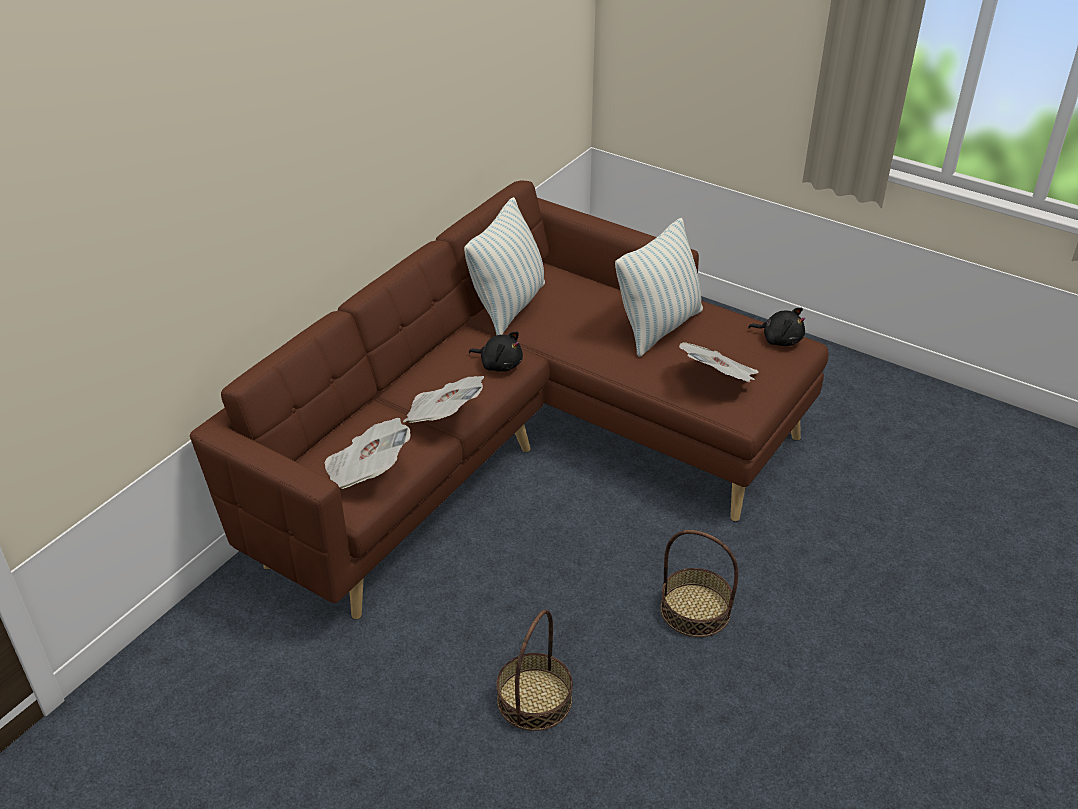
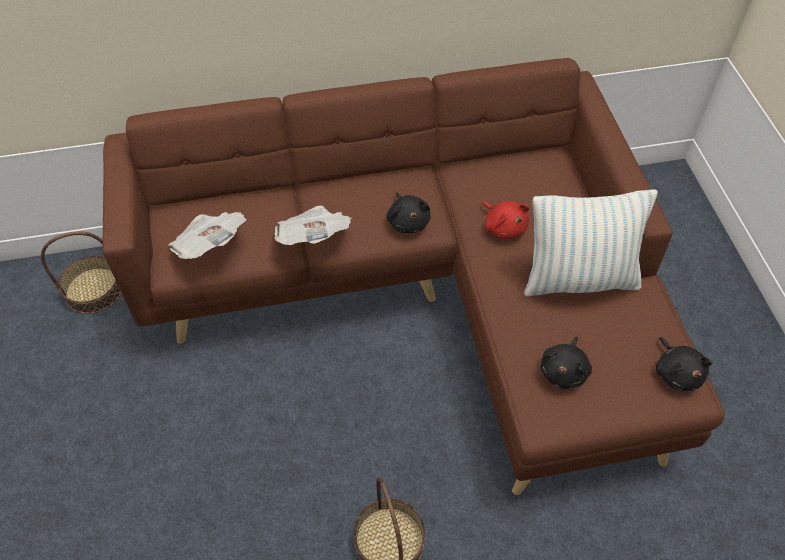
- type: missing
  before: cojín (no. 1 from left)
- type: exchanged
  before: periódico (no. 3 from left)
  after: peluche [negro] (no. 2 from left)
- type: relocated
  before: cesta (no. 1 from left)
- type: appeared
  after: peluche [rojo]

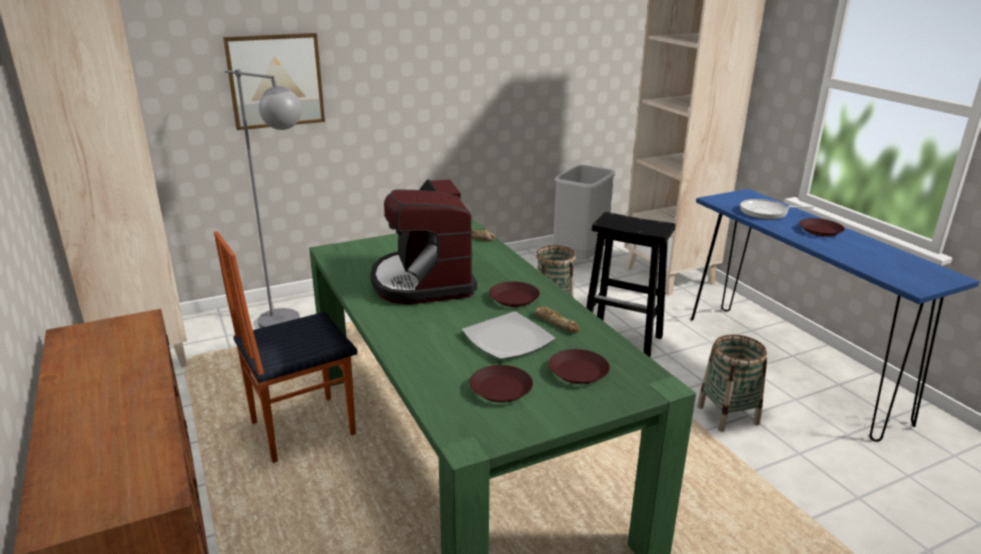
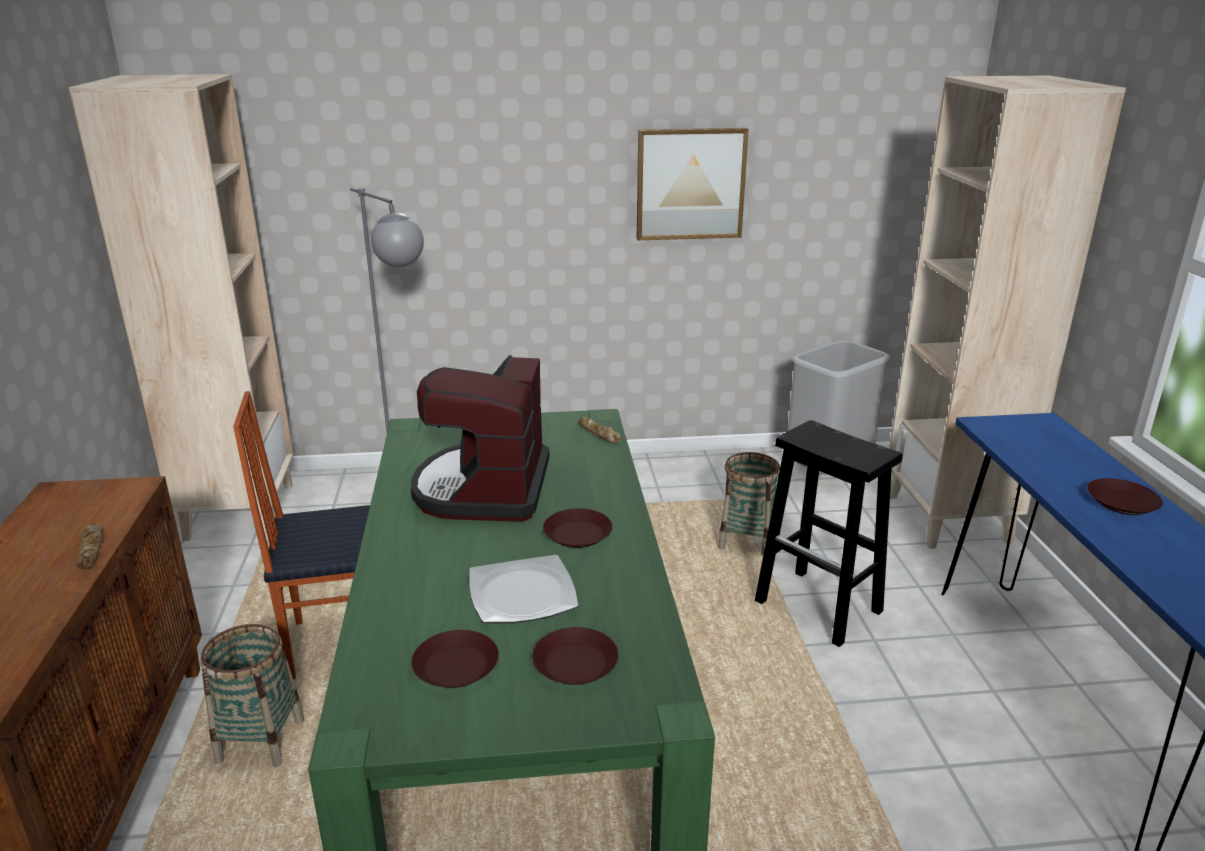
- type: relocated
  before: cuadro
- type: missing
  before: sartén
- type: relocated
  before: pan (no. 2 from left in the first image)
  after: pan (no. 1 from left)
- type: relocated
  before: cesta (no. 2 from left in the first image)
  after: cesta (no. 1 from left)

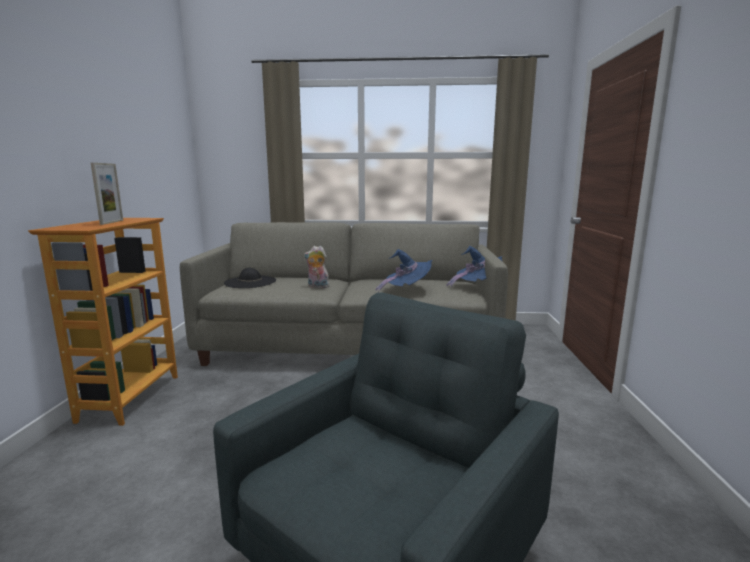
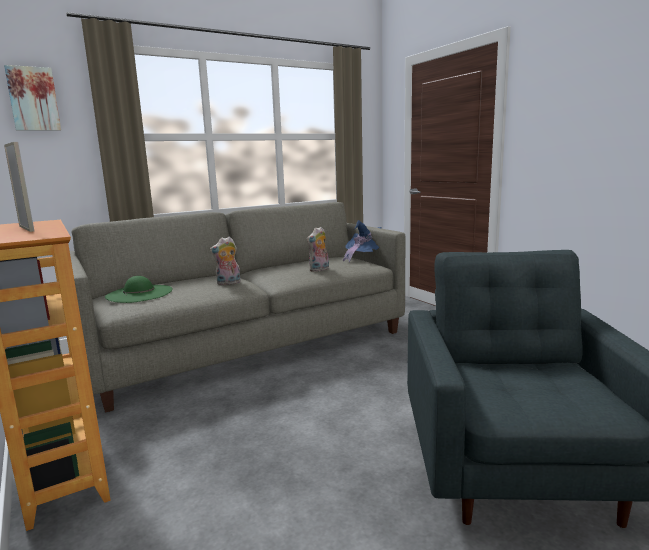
- type: exchanged
  before: sombrero [azul] (no. 1 from left)
  after: peluche (no. 2 from left)
- type: colour
  before: sombrero [negro]
  after: sombrero [verde]
- type: appeared
  after: cuadro

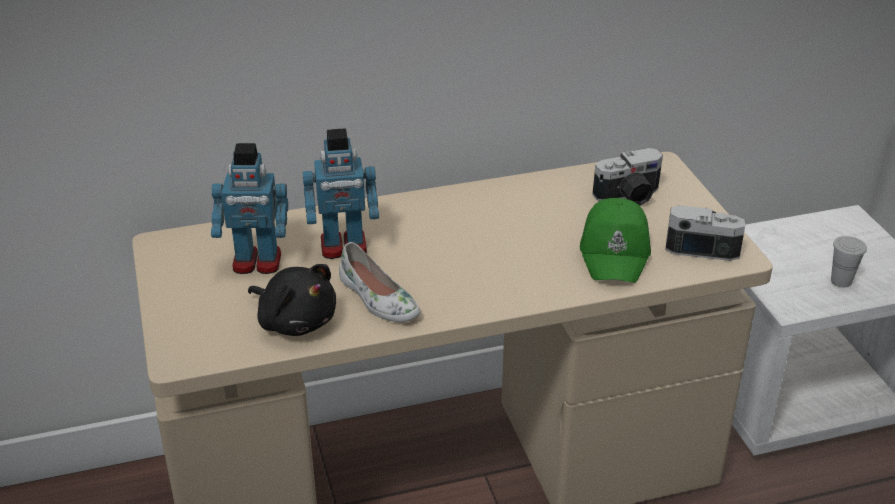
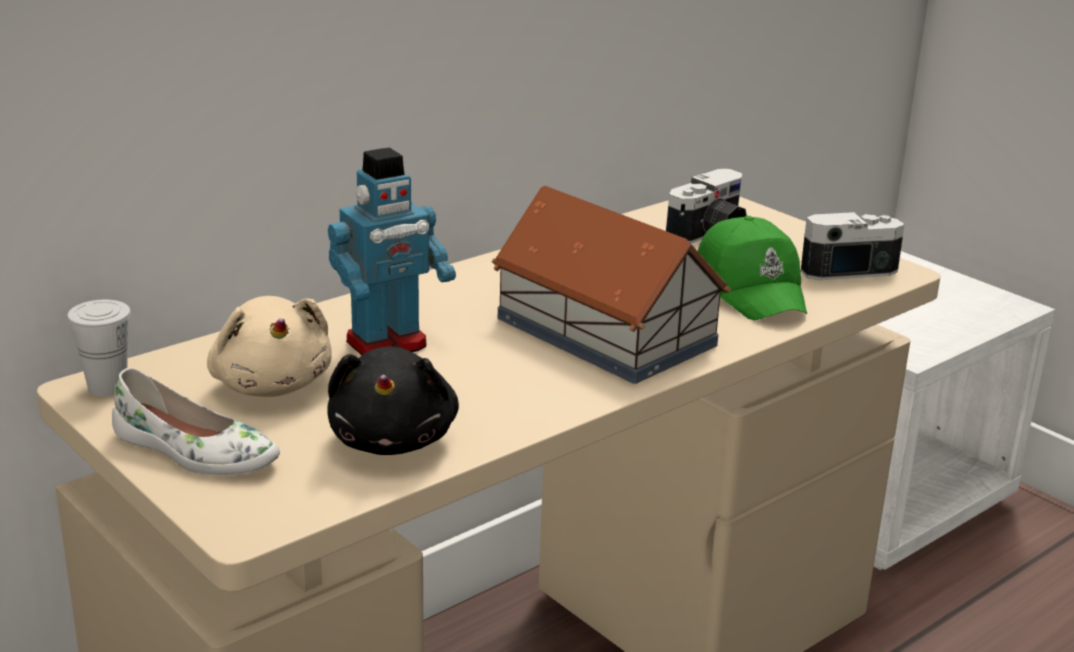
- type: exchanged
  before: robot de juguete (no. 1 from left)
  after: peluche [beis]
- type: relocated
  before: taza [blanco]
- type: relocated
  before: zapato [blanco]
- type: spun
  before: peluche [negro]
  turn: 75
- type: appeared
  after: casita

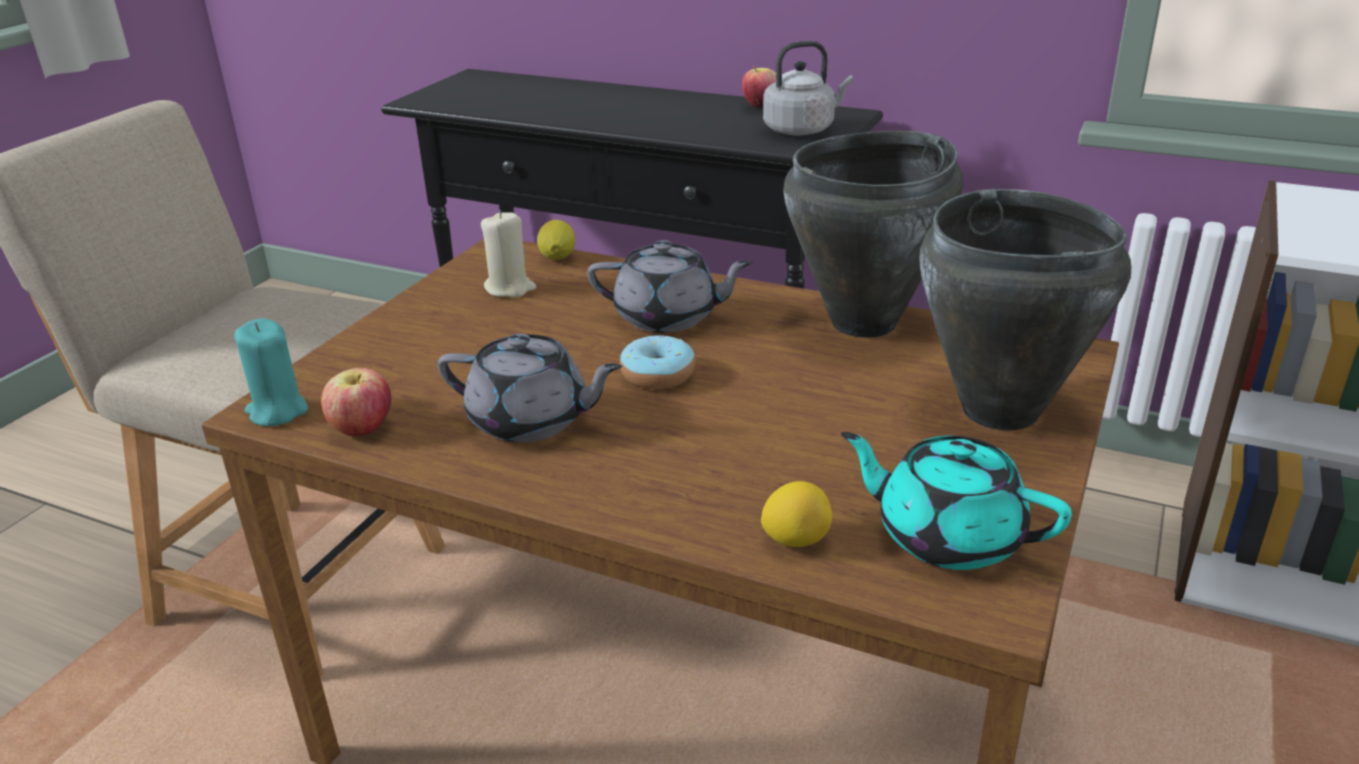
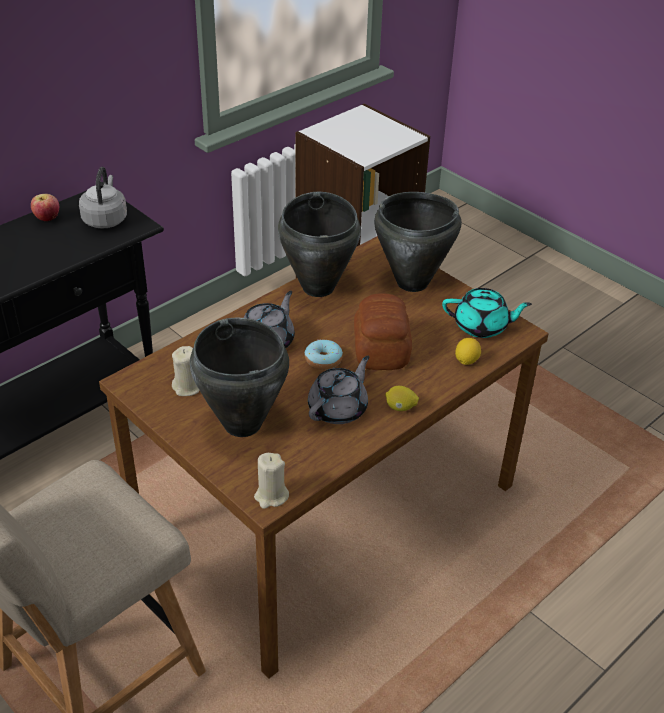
- type: relocated
  before: limón (no. 1 from left)
- type: colour
  before: vela [turquesa]
  after: vela [beis] (no. 2 from left)
- type: missing
  before: manzana (no. 1 from left)
- type: spun
  before: tetera [turquesa]
  turn: -135
- type: appeared
  after: pan
- type: appeared
  after: olla [negro] (no. 1 from left)

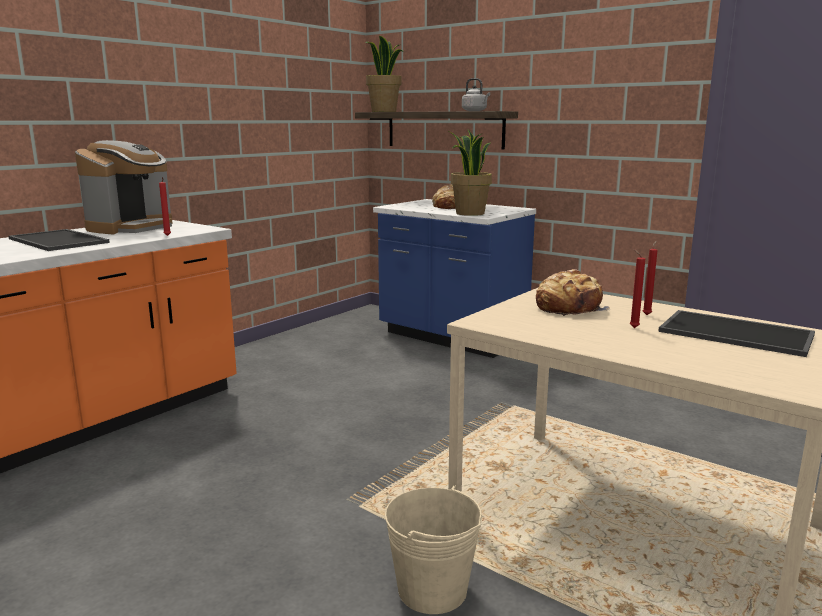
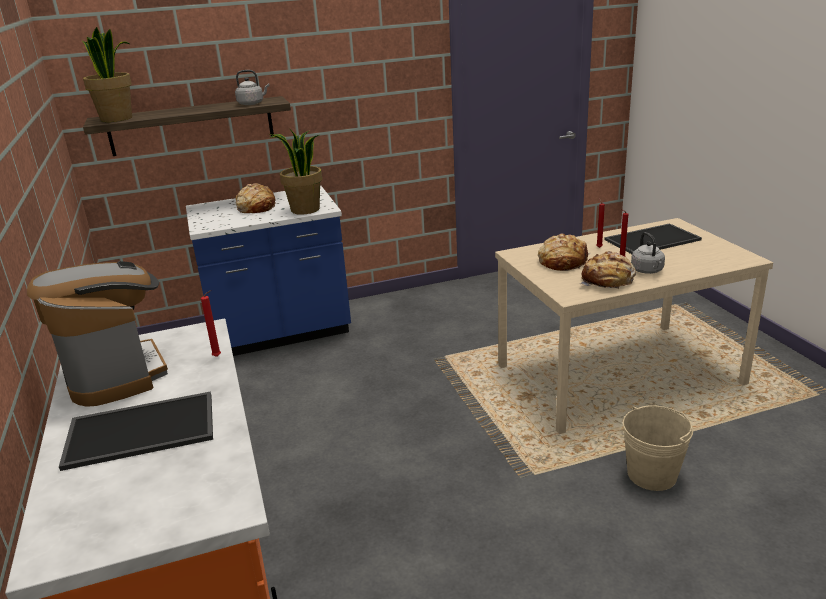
- type: appeared
  after: hervidor [gris] (no. 2 from left)
- type: appeared
  after: pan (no. 3 from left)

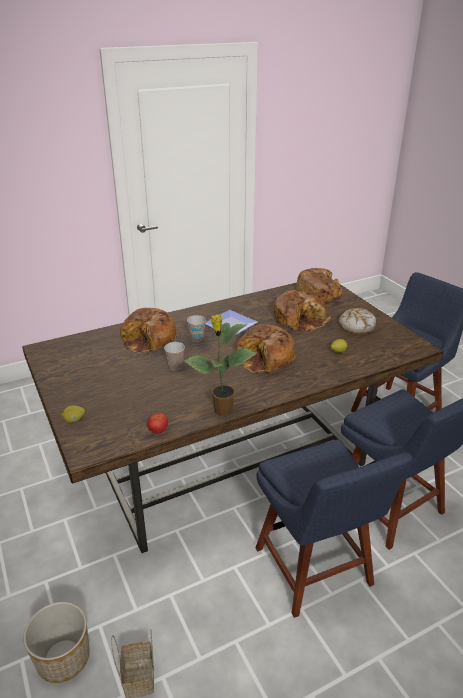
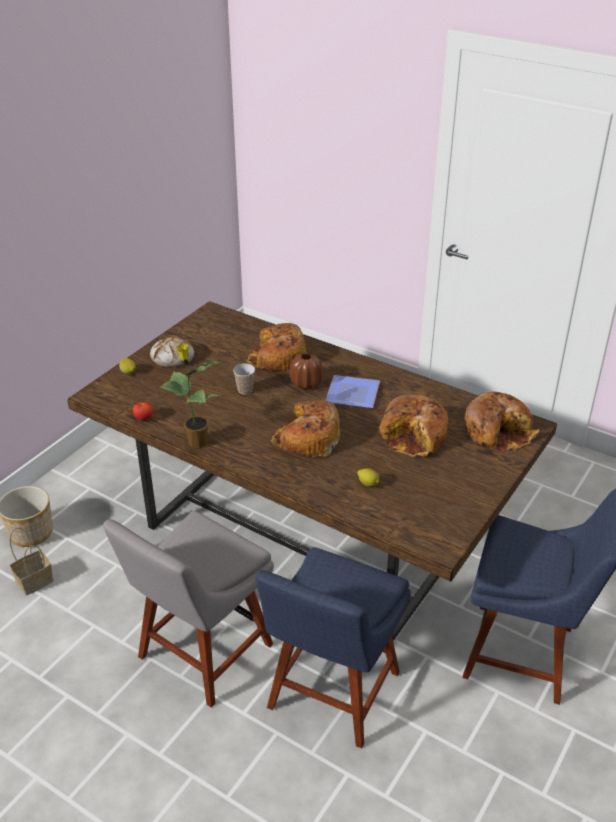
- type: relocated
  before: pan (no. 5 from left in the first image)
  after: pan (no. 1 from left)
- type: exchanged
  before: taza (no. 2 from left)
  after: florero [marrón]
- type: colour
  before: silla [azul] (no. 1 from left)
  after: silla [gris]

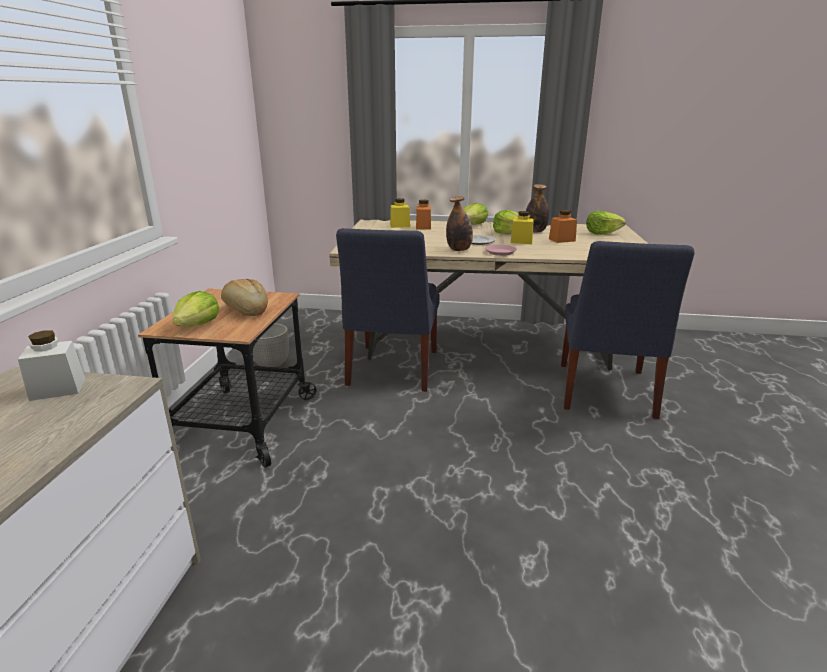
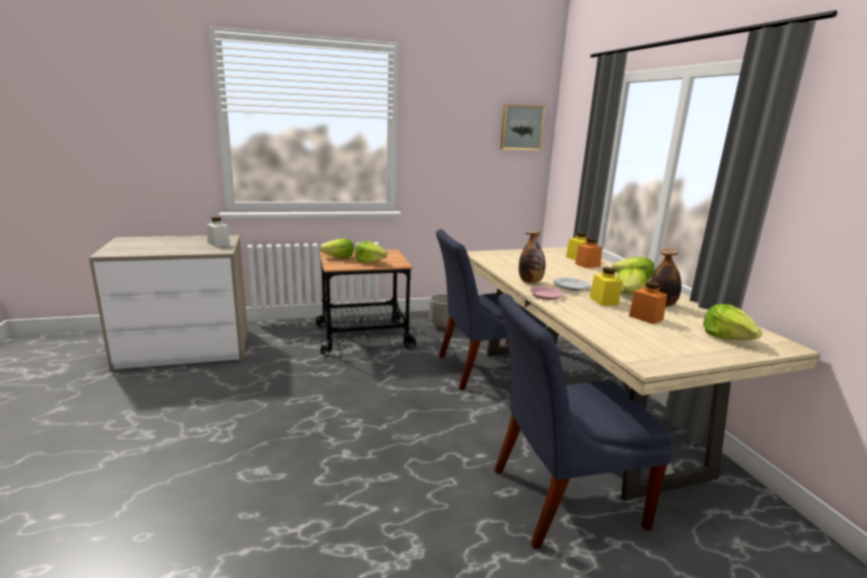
- type: exchanged
  before: pan
  after: lechuga (no. 2 from left)
- type: appeared
  after: cuadro

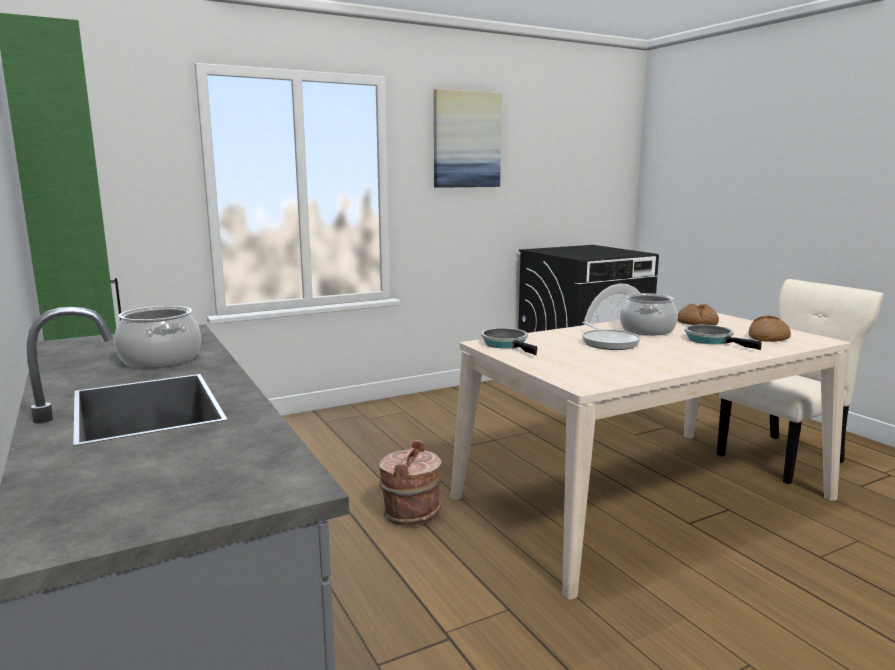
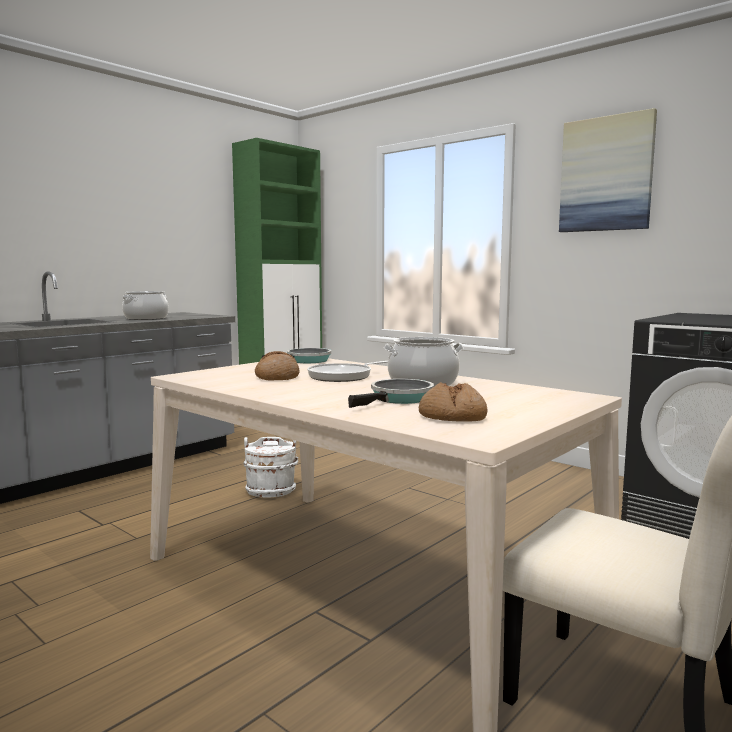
- type: relocated
  before: pan (no. 1 from left)
- type: colour
  before: cubo [marrón]
  after: cubo [blanco]

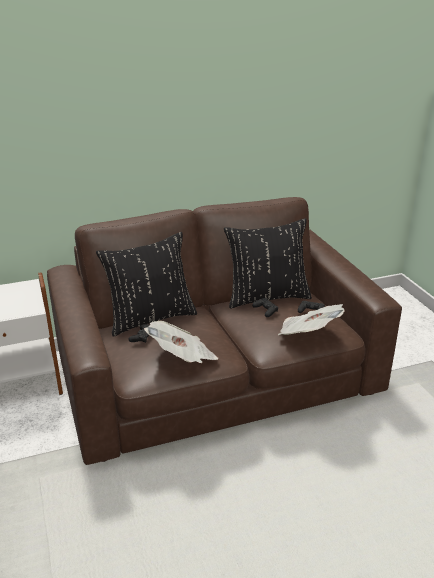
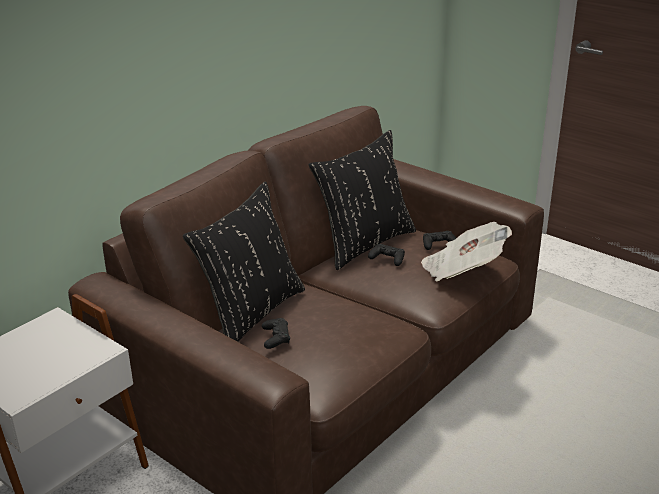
- type: missing
  before: periódico (no. 1 from left)

